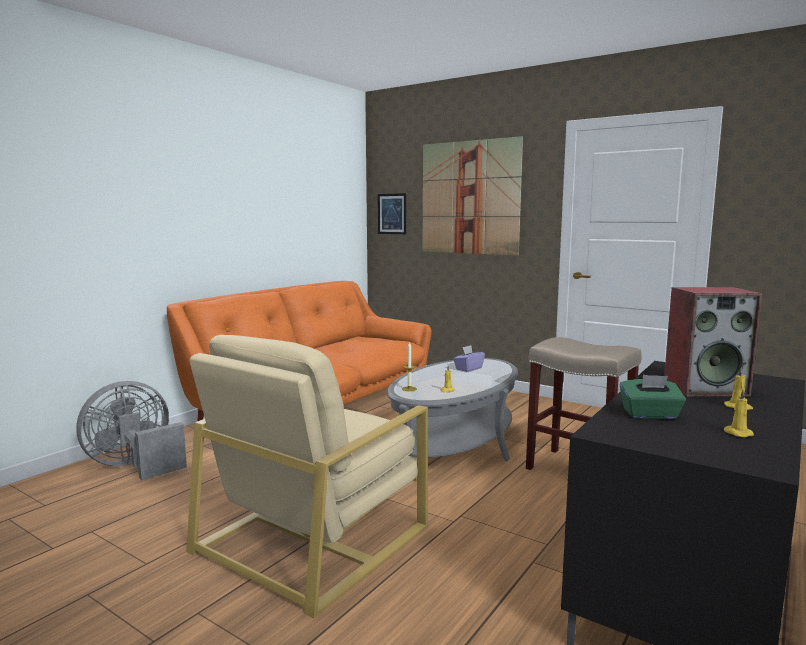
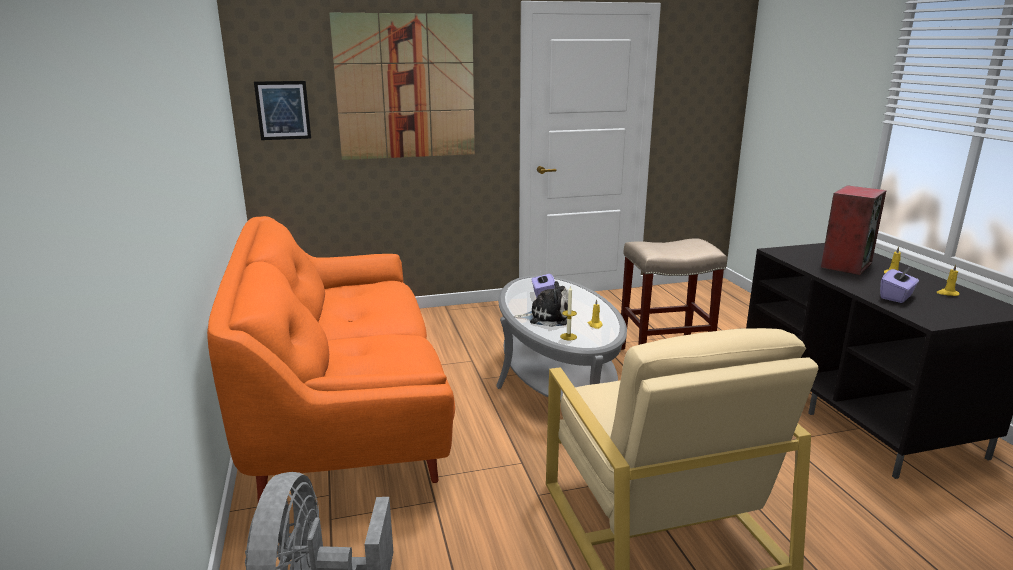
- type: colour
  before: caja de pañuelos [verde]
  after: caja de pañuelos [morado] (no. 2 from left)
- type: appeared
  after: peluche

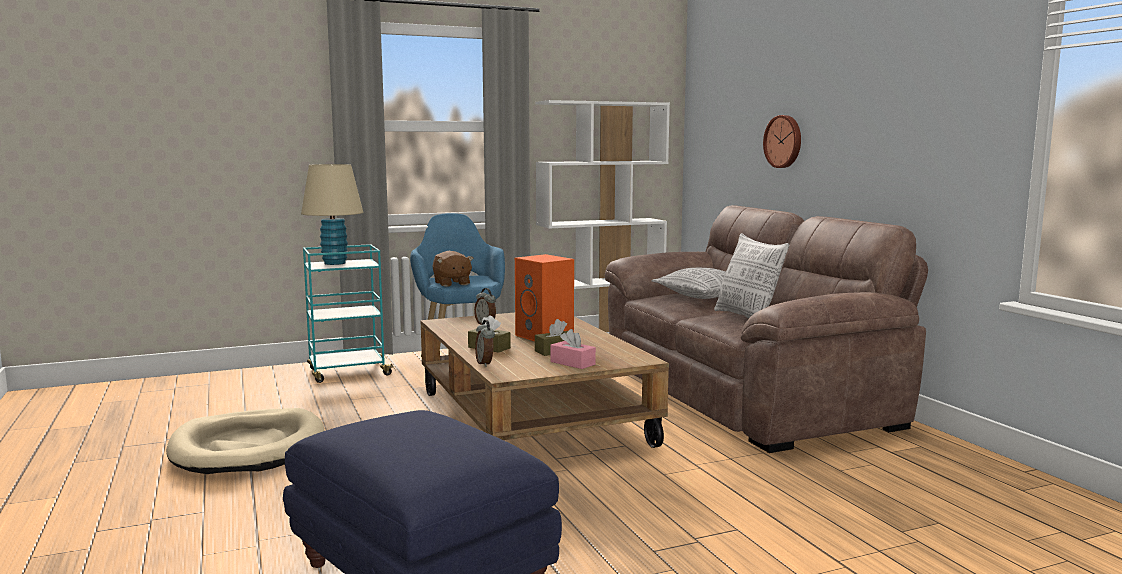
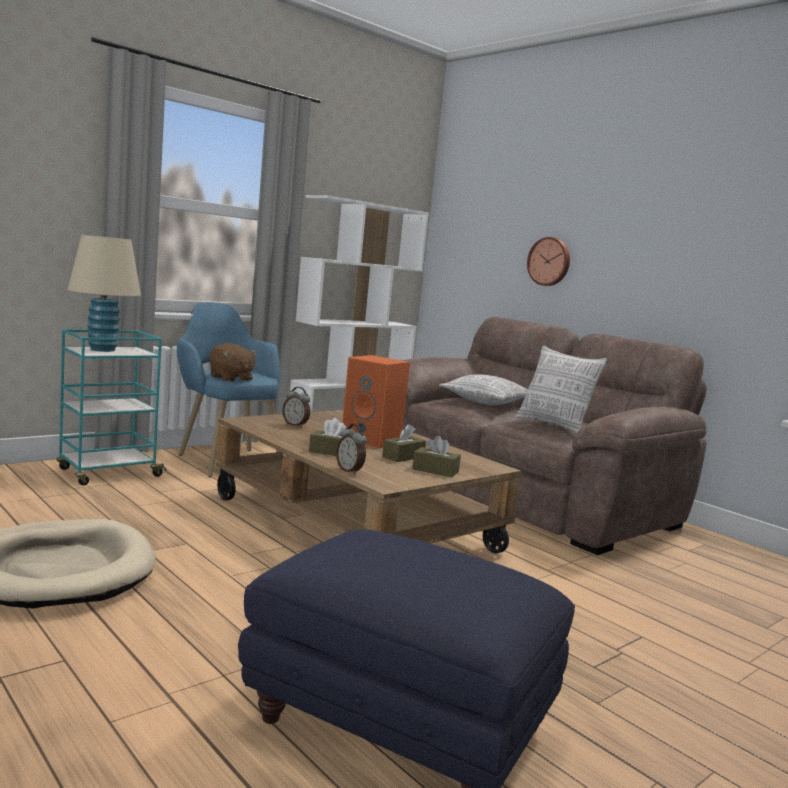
- type: colour
  before: caja de pañuelos [rosa]
  after: caja de pañuelos [marrón] (no. 3 from left)

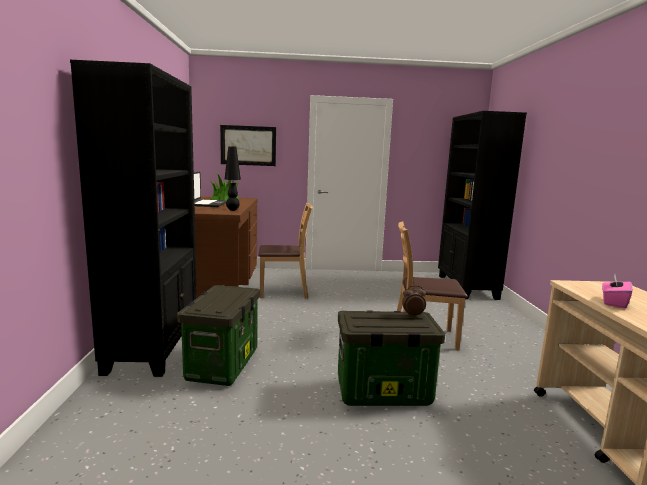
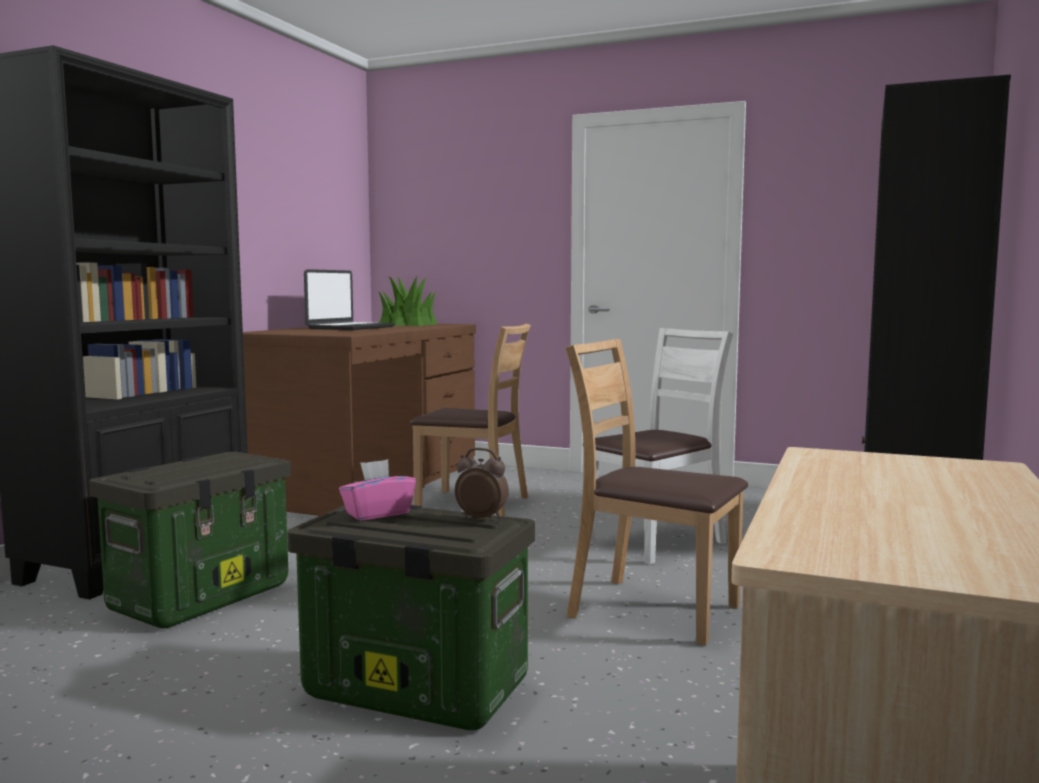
- type: missing
  before: cuadro
- type: missing
  before: lámpara de mesa [negro]
- type: relocated
  before: caja de pañuelos [rosa]
- type: appeared
  after: silla [blanco]

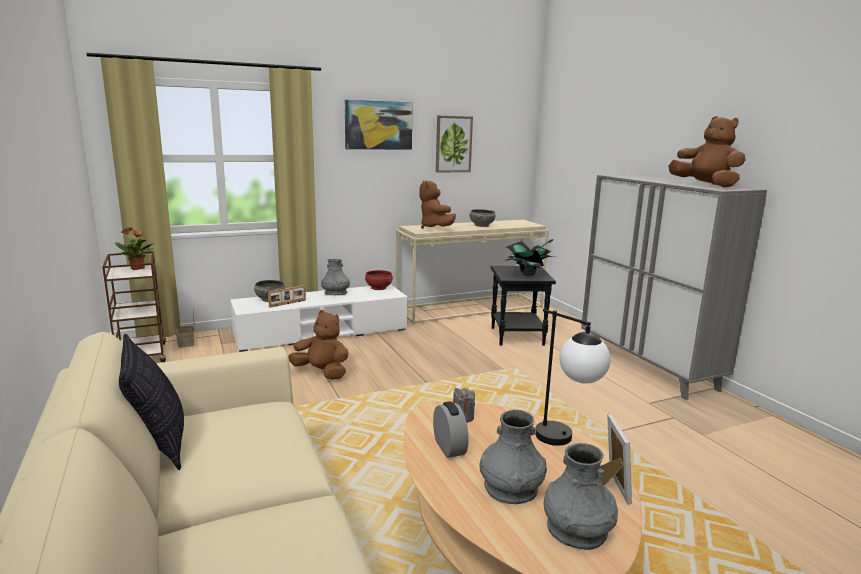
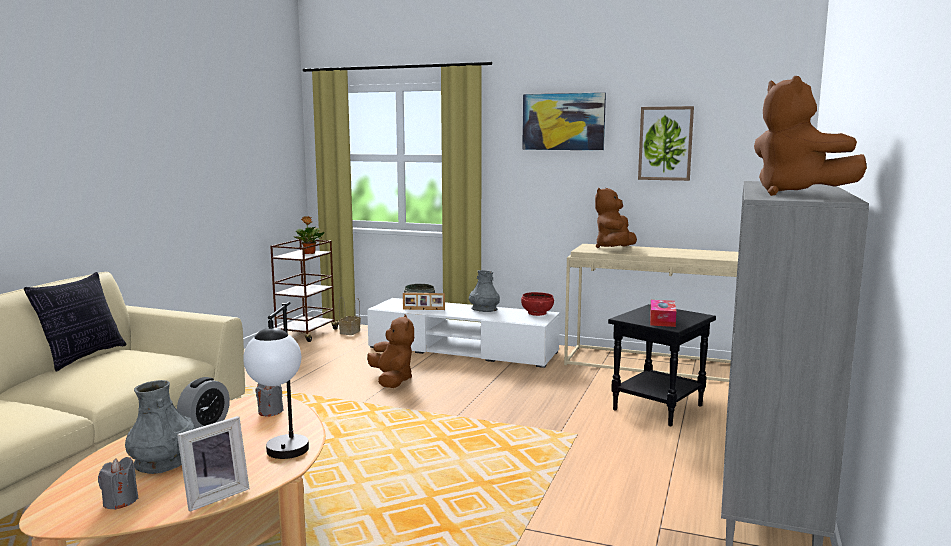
- type: spun
  before: peluche [marrón] (no. 3 from left)
  turn: 150
- type: missing
  before: cuenco [gris] (no. 2 from left)
- type: exchanged
  before: planta en maceta (no. 2 from left)
  after: caja de pañuelos
- type: exchanged
  before: florero [gris] (no. 3 from left)
  after: vela [gris] (no. 1 from left)

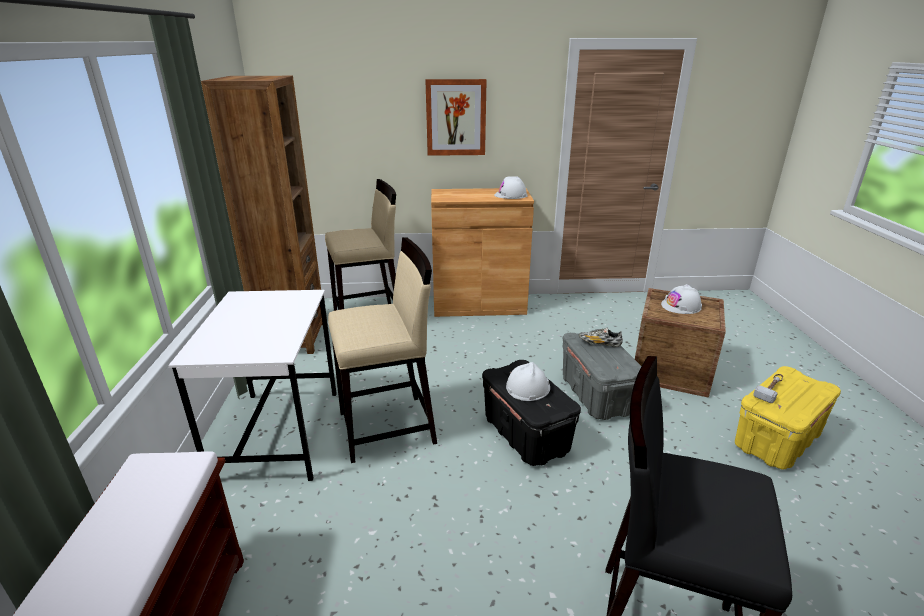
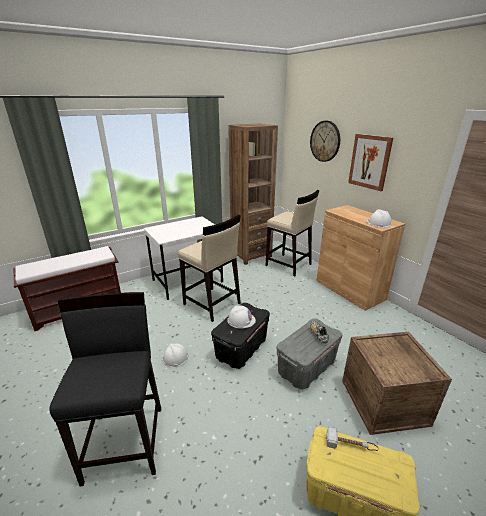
- type: relocated
  before: casco [blanco] (no. 3 from left in the first image)
  after: casco [blanco] (no. 1 from left)
- type: appeared
  after: reloj de pared

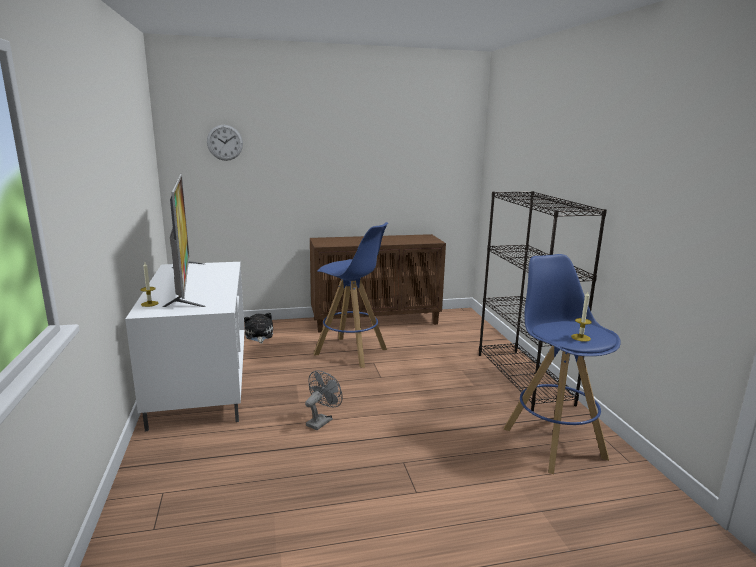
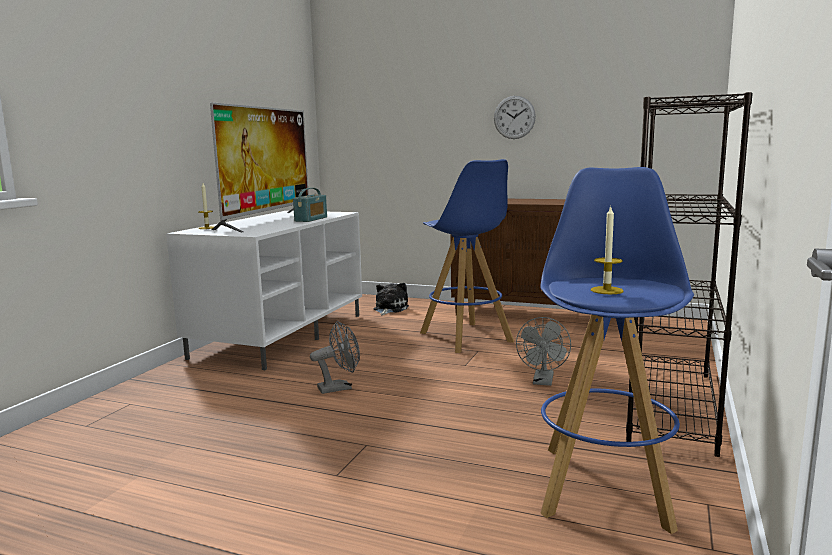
- type: relocated
  before: reloj de pared
- type: appeared
  after: radio
- type: appeared
  after: ventilador [gris] (no. 2 from left)

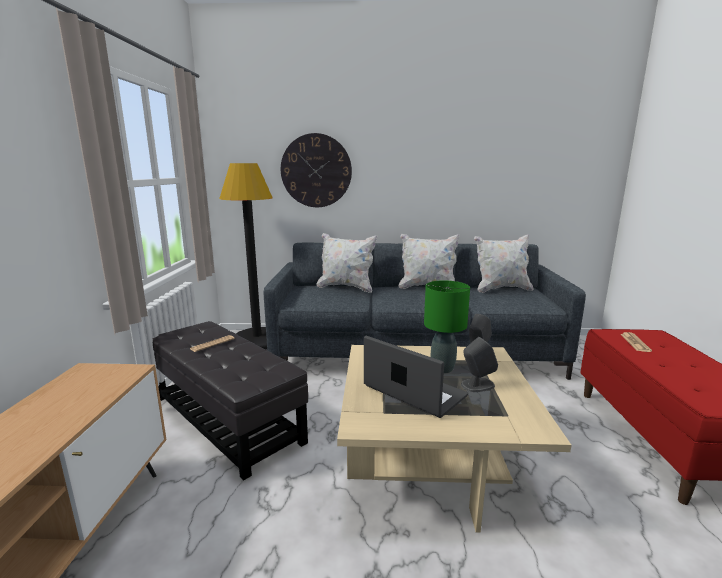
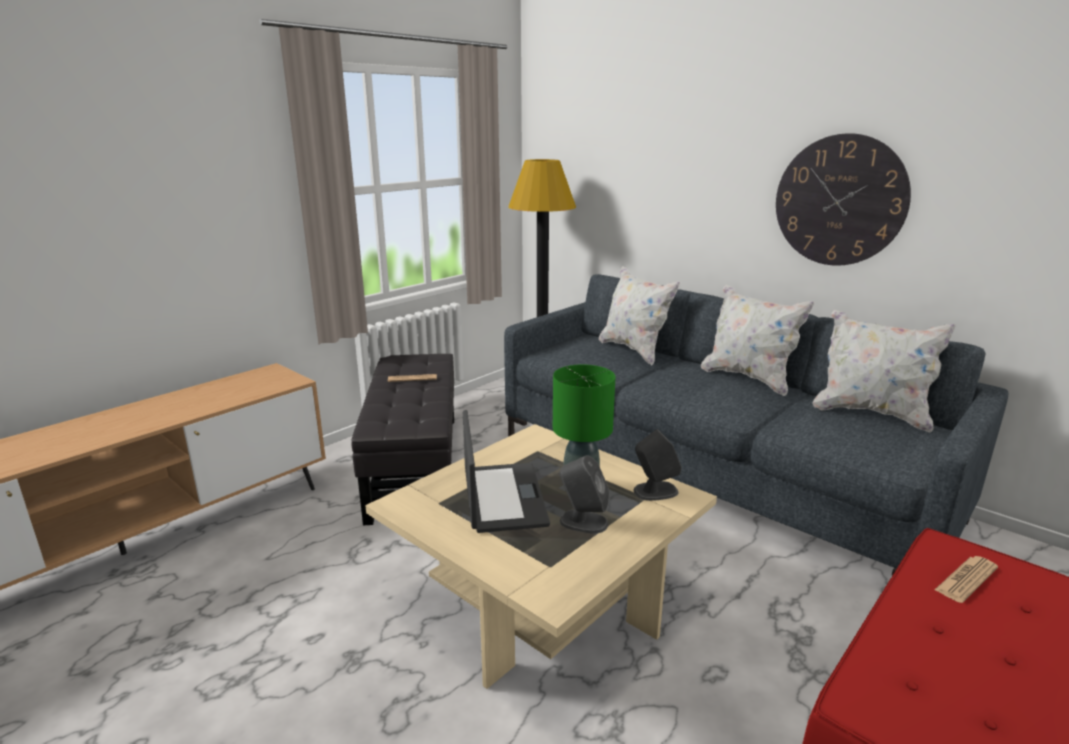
- type: relocated
  before: reloj de pared

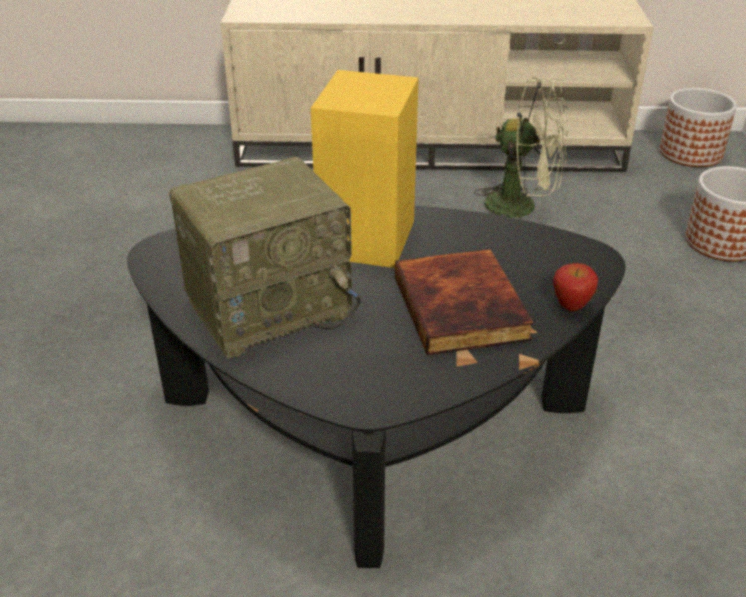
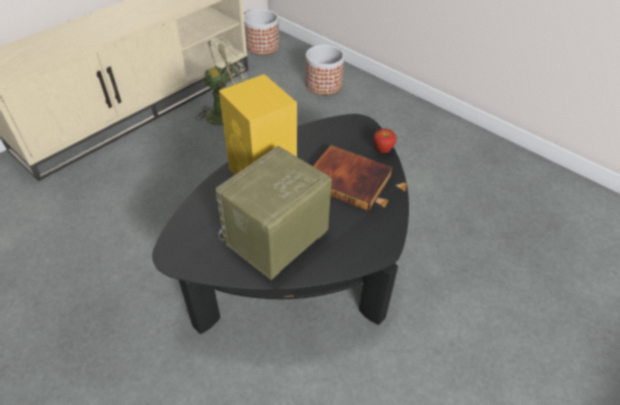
- type: spun
  before: radio
  turn: -150

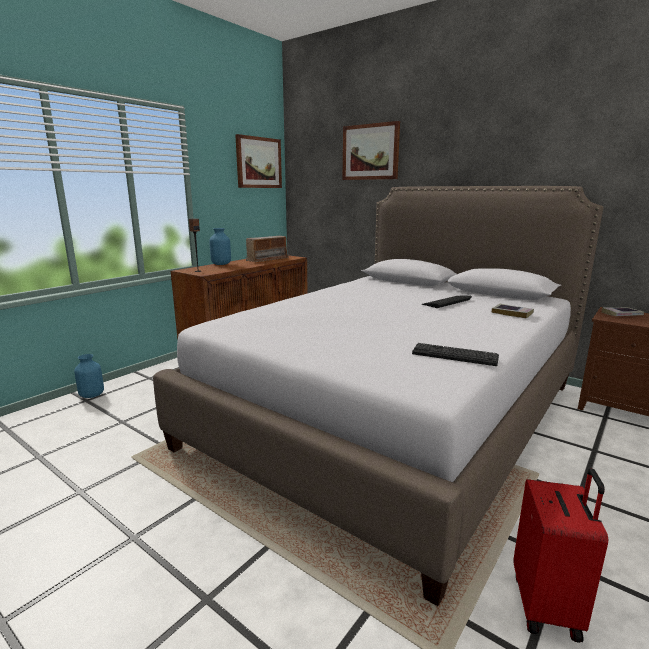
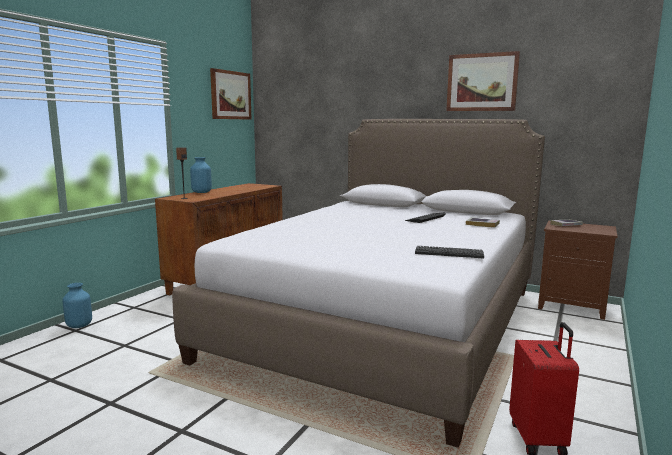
- type: relocated
  before: cuadro (no. 2 from left)
- type: missing
  before: radio

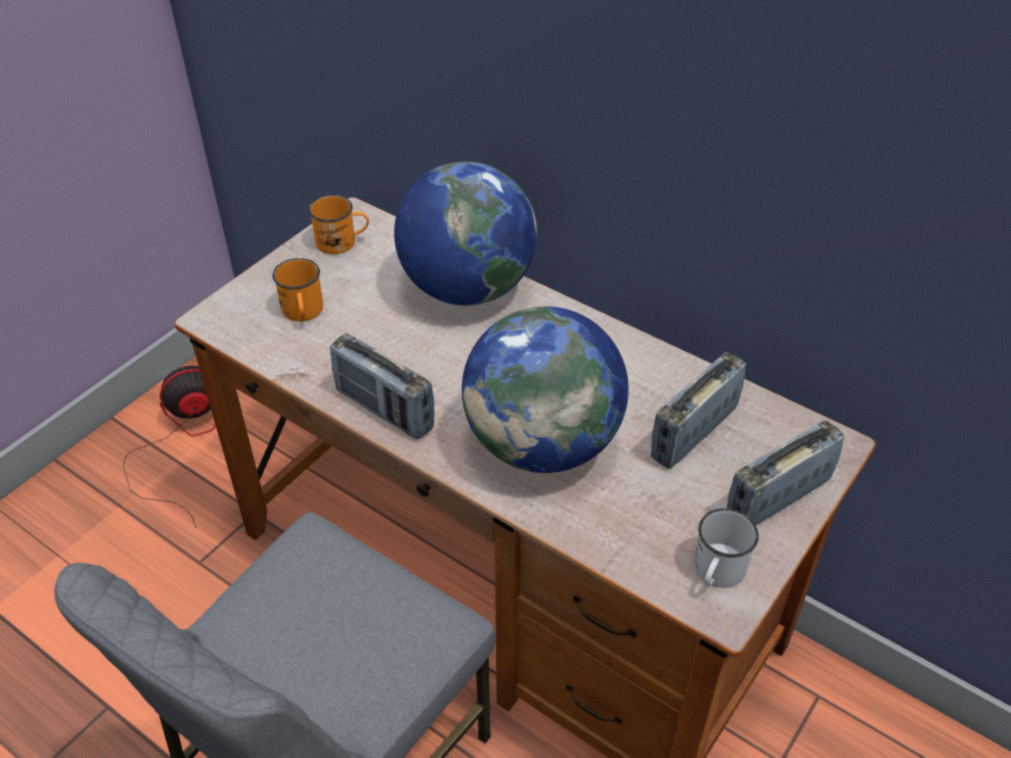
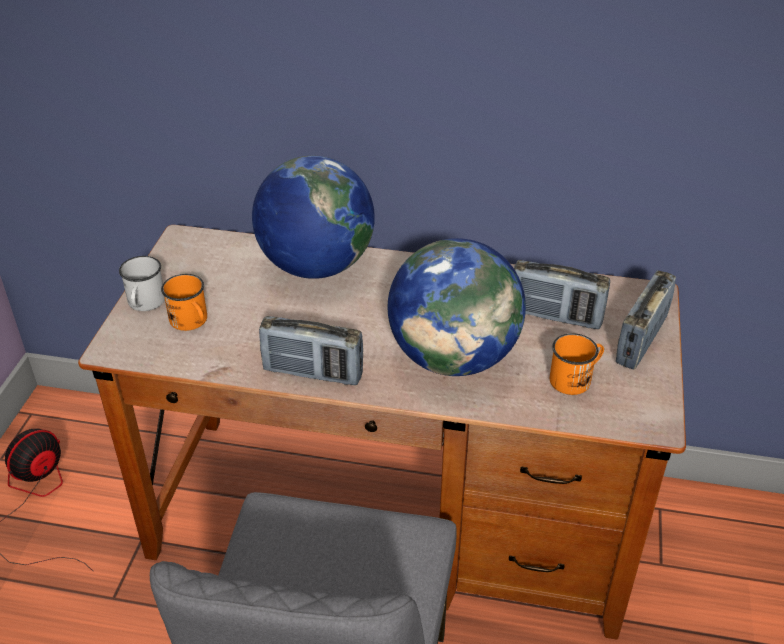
- type: relocated
  before: taza grande [naranja] (no. 2 from left)
- type: spun
  before: radio (no. 2 from left)
  turn: -90
- type: relocated
  before: taza grande [blanco]

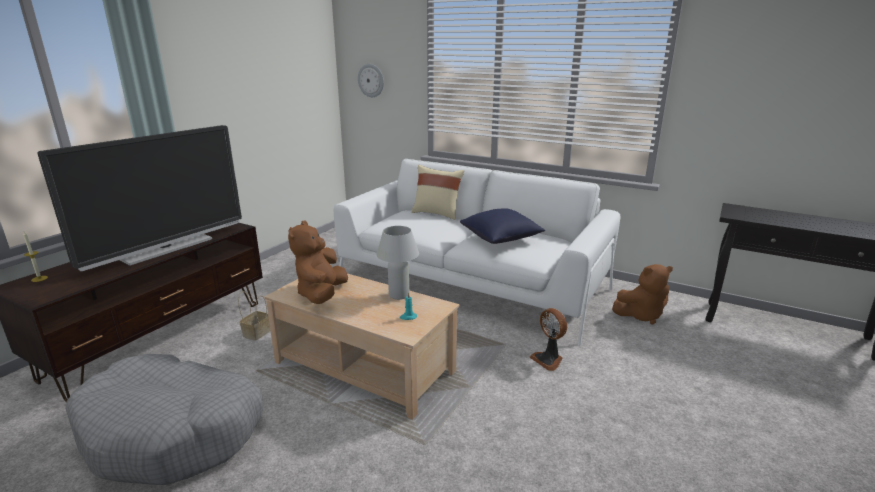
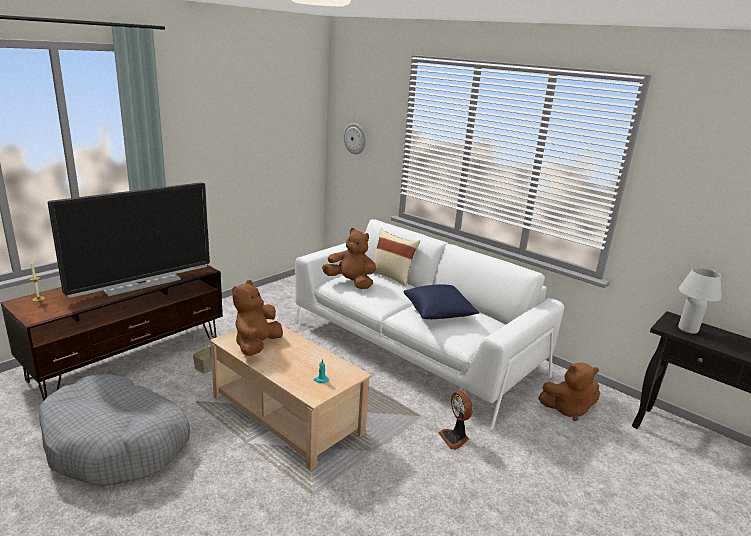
- type: relocated
  before: lámpara de mesa [blanco]
- type: appeared
  after: peluche [marrón] (no. 2 from left)

